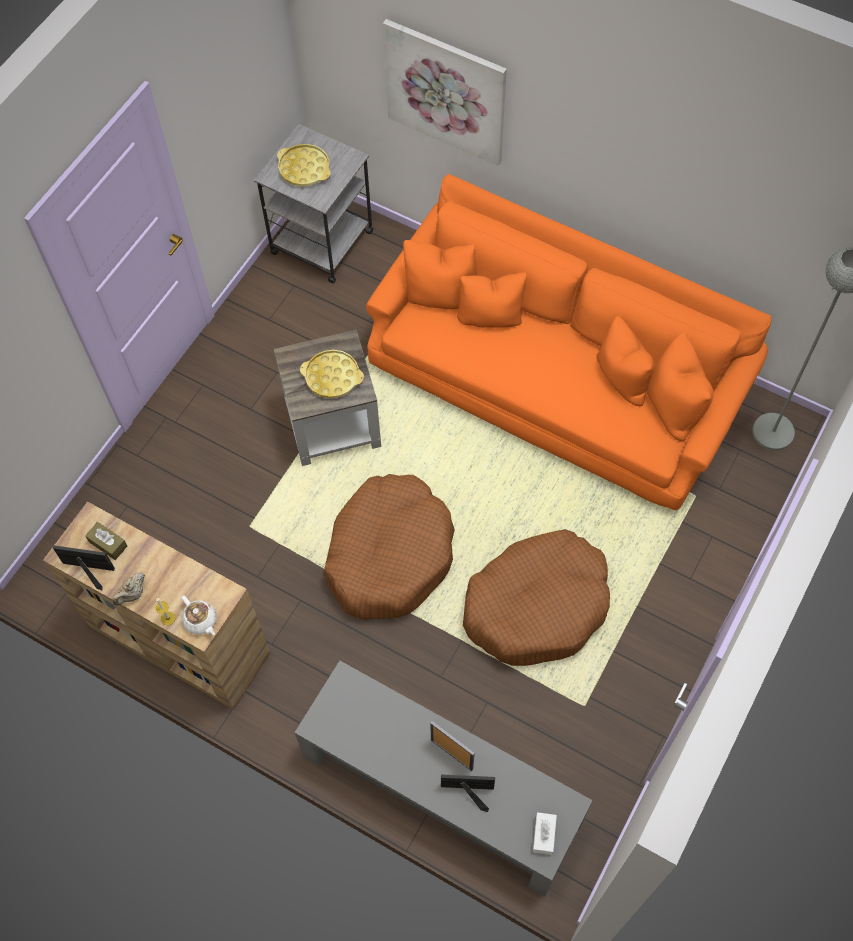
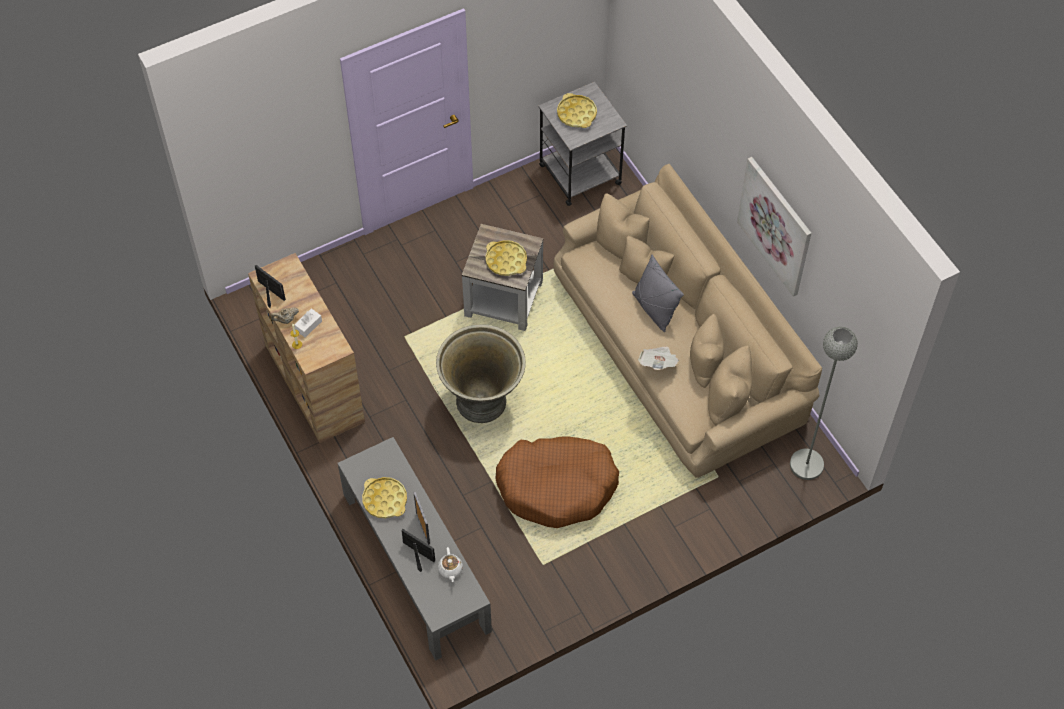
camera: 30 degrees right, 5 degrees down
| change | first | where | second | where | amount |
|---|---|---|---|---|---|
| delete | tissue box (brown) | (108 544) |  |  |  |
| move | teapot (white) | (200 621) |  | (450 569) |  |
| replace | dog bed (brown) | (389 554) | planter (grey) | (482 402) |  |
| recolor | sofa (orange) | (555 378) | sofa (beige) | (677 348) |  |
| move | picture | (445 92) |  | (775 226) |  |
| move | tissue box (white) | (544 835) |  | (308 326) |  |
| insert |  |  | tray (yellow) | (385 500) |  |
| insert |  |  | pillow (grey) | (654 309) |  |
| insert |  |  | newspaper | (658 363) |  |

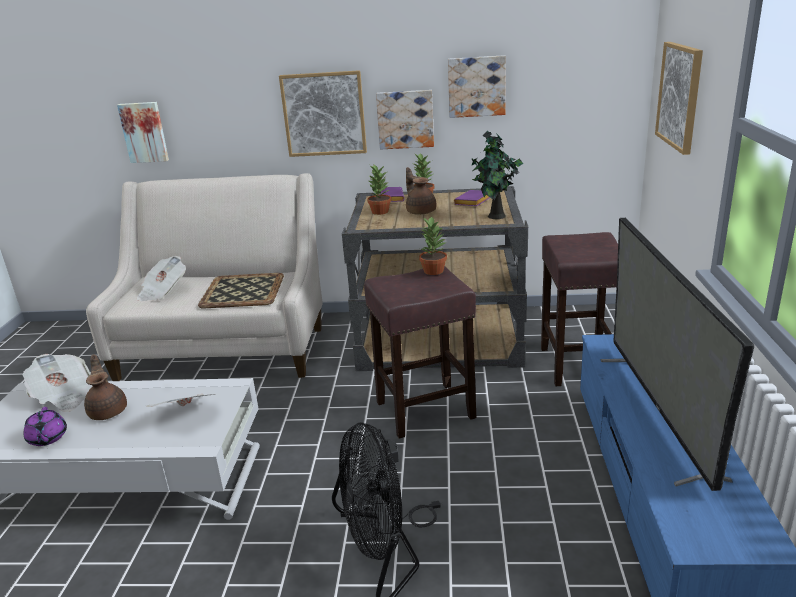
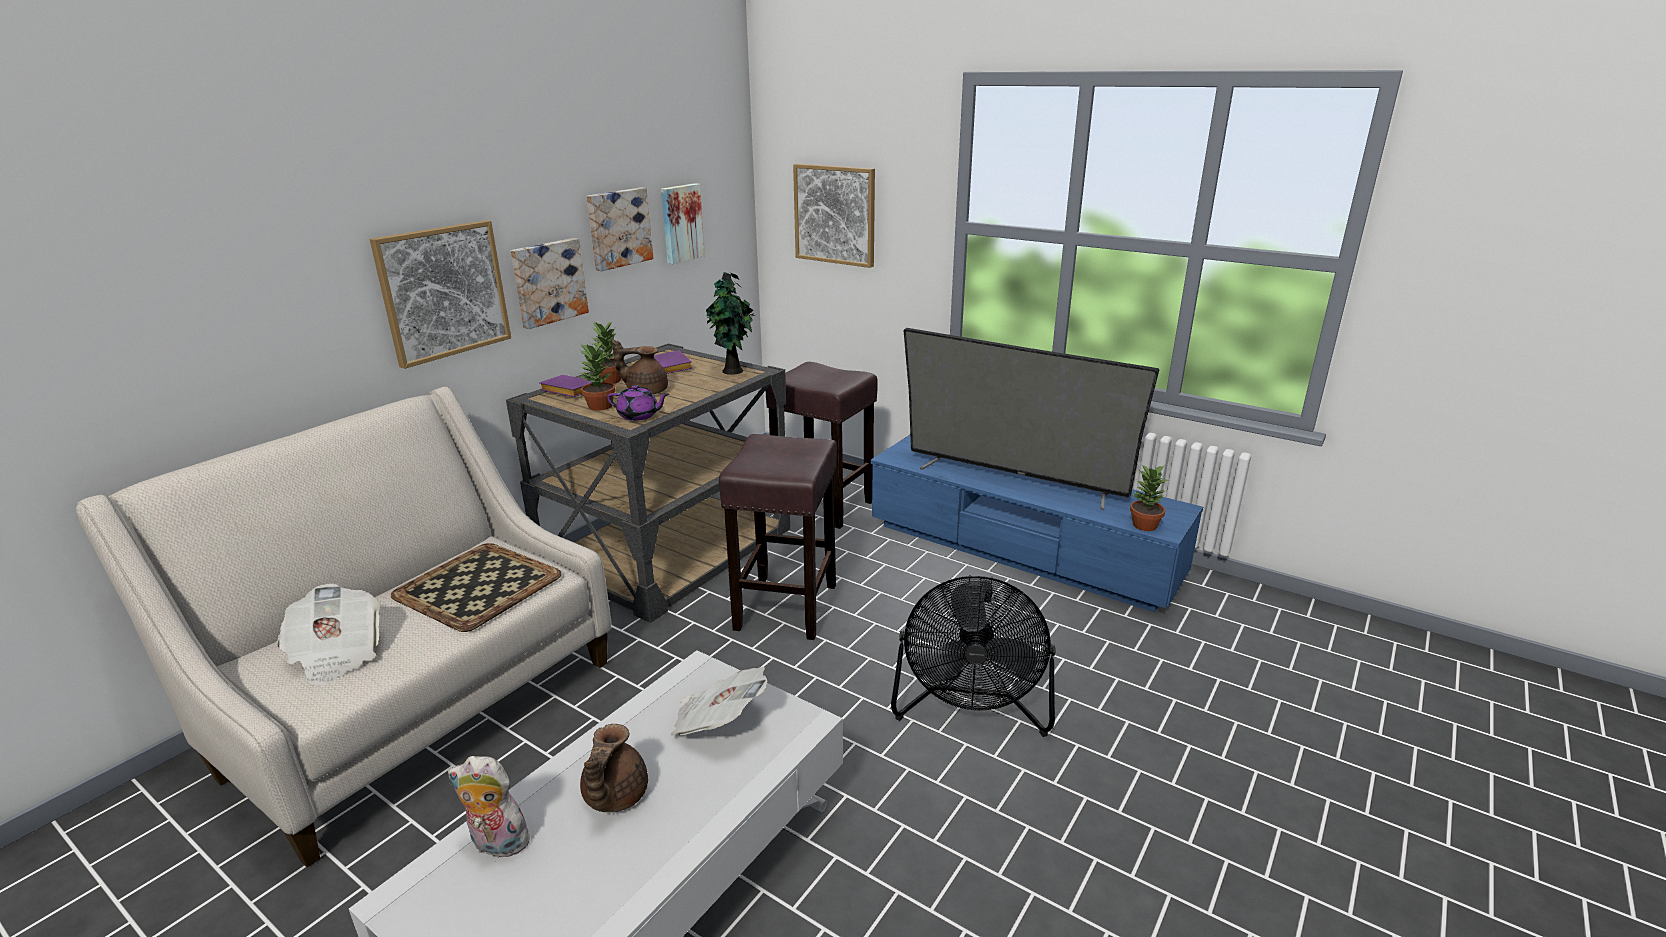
camera: 60 degrees left, 0 degrees up
| change | first | where | second | where | amount |
|---|---|---|---|---|---|
| replace | newspaper | (64 396) | plush toy | (496 844) |  |
| move | teapot (purple) | (47 438) |  | (639 416) |  |
| rotate | teapot (brown) | (108 411) |  | (614 797) | 90 degrees counterclockwise |
| move | picture | (144 132) |  | (681 223) |  |
| move | potted plant | (433 271) |  | (1144 525) |  |

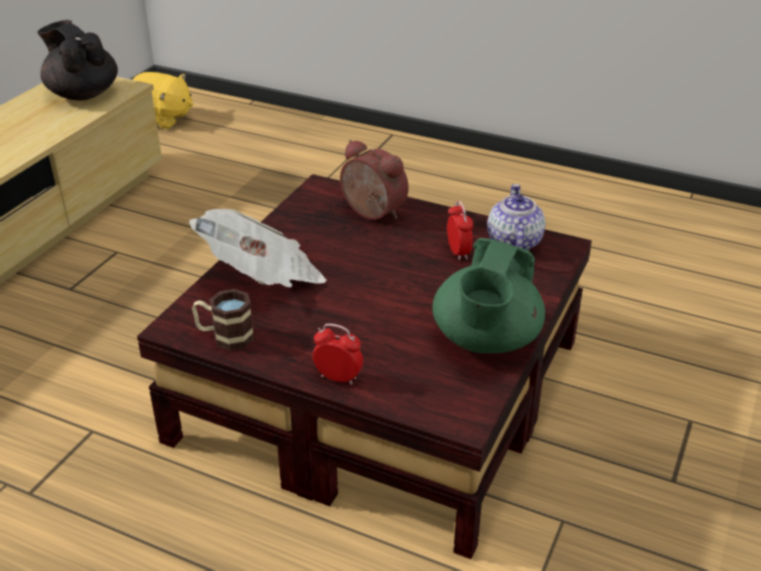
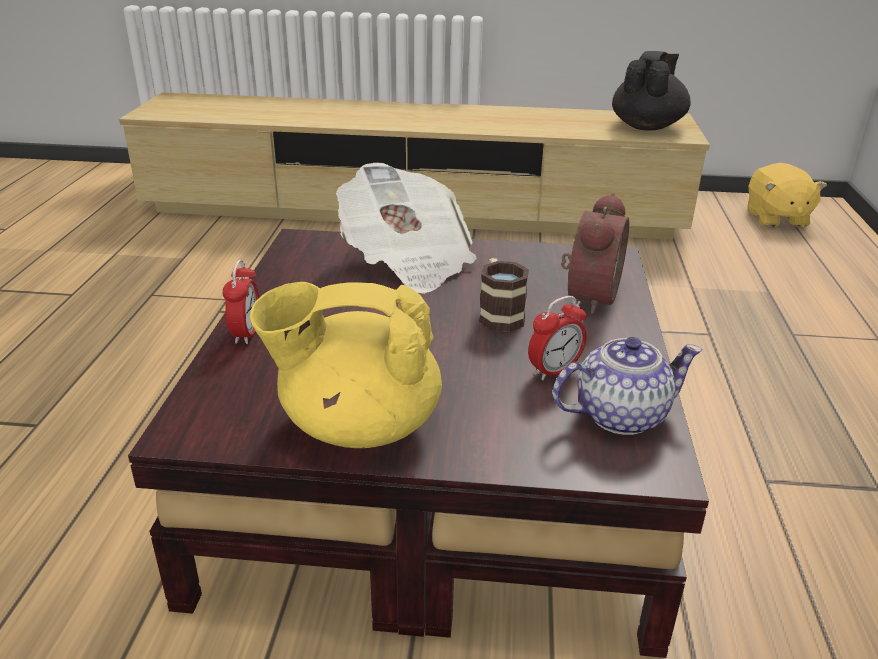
camera: 70 degrees right, 5 degrees down
| change | first | where | second | where | amount |
|---|---|---|---|---|---|
| move | mug | (225 336) |  | (498 314) |  |
| recolor | teapot (green) | (485 340) | teapot (yellow) | (357 424) |  |

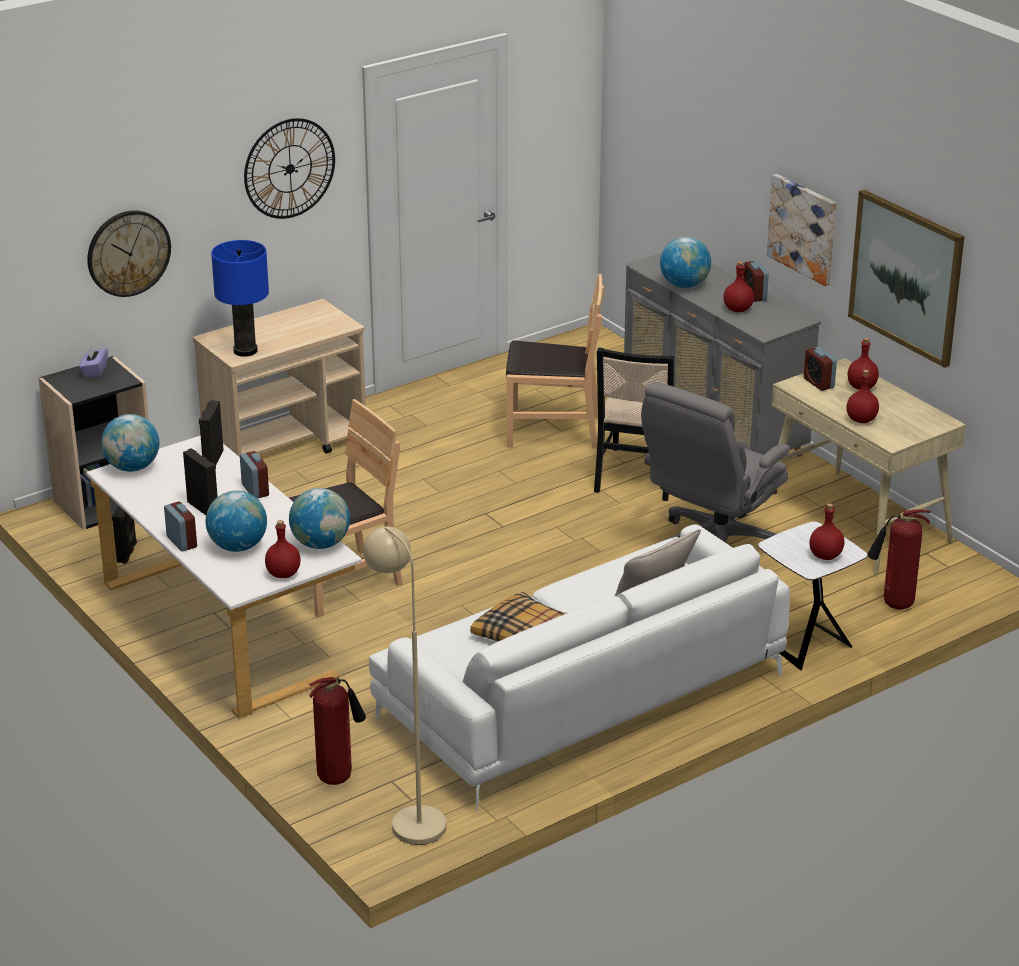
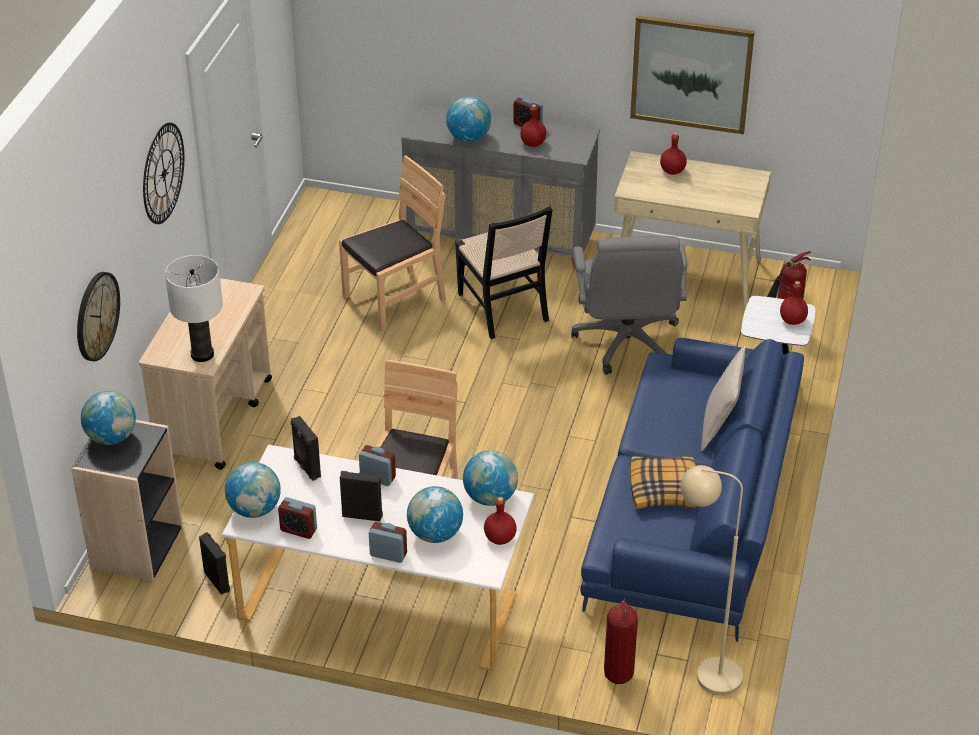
camera: 40 degrees left, 10 degrees up
| change | first | where | second | where | amount |
|---|---|---|---|---|---|
| replace | tissue box (purple) | (94 371) | globe | (111 437) |  |
| recolor | table lamp (blue) | (245 351) | table lamp (white) | (202 354) |  |
| recolor | sofa (white) | (584 699) | sofa (blue) | (693 512) |  |
| delete | picture | (803 228) |  |  |  |
| move | alarm clock | (818 383) |  | (298 530) |  |
| delete | bottle (red) | (861 419) |  |  |  |

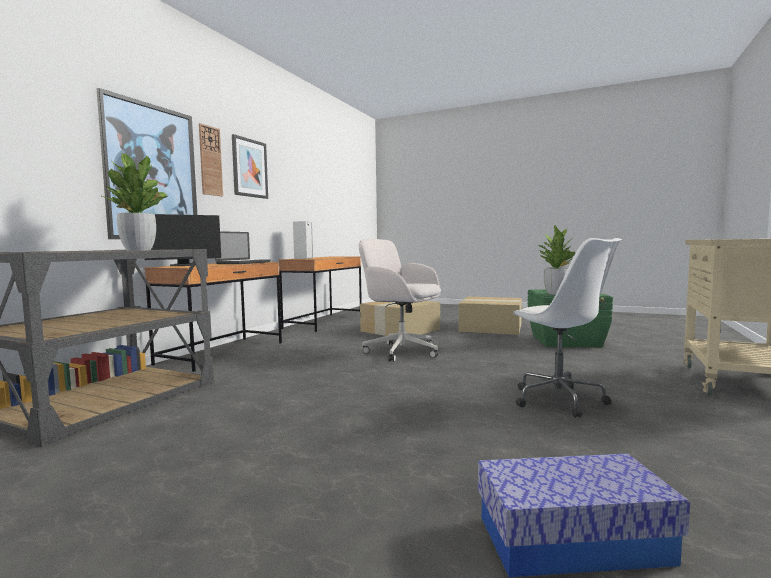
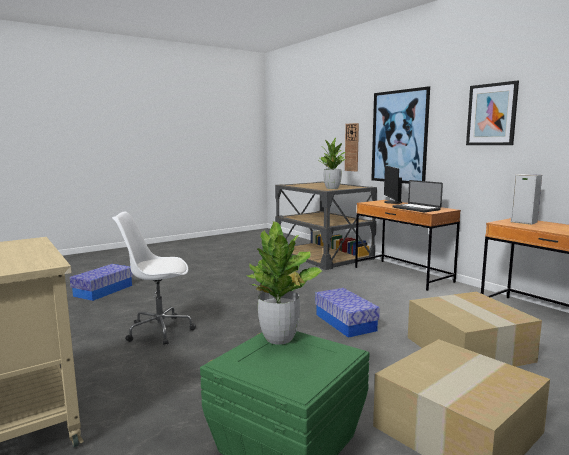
camera: 120 degrees right, 5 degrees up
| change | first | where | second | where | amount |
|---|---|---|---|---|---|
| move | wall clock | (210 161) |  | (352 147) |  |
| replace | office chair (white) | (402 352) | storage box | (345 322) |  |

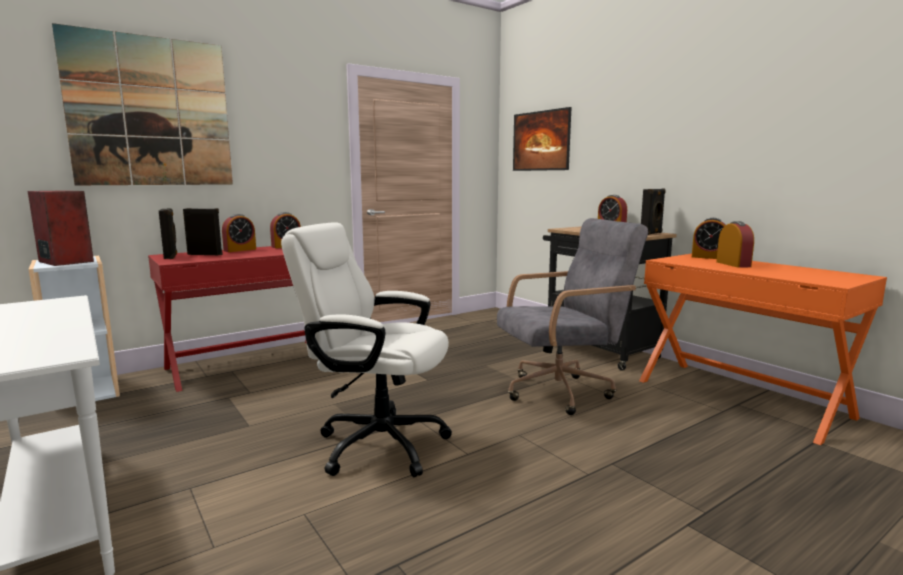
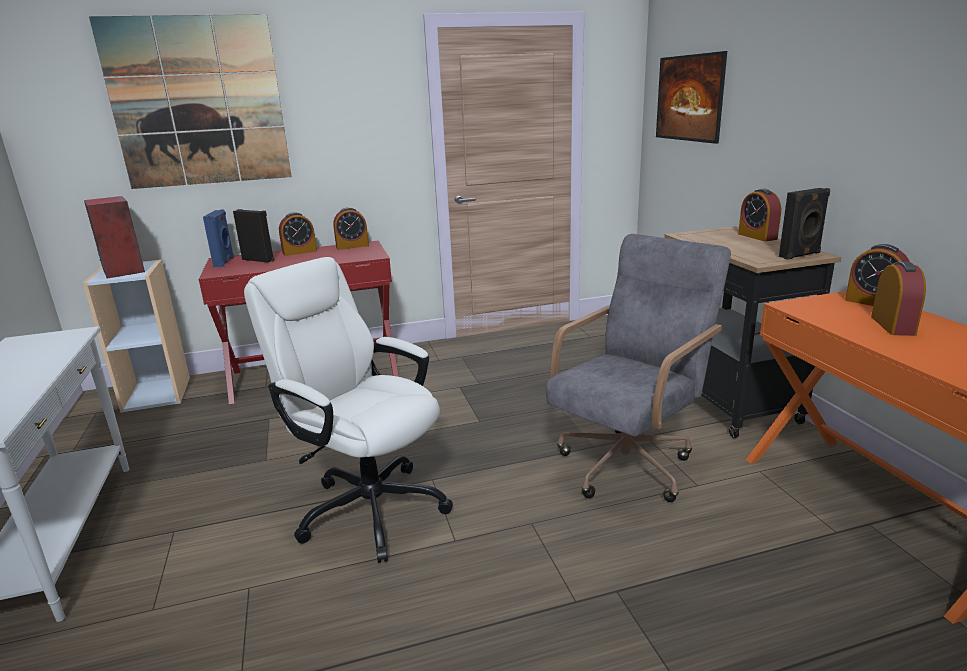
camera: 20 degrees right, 10 degrees up
| change | first | where | second | where | amount |
|---|---|---|---|---|---|
| recolor | speaker (black) | (171 256) | speaker (blue) | (225 262) |  |
| rotate | office chair (grey) | (563 392) |  | (628 464) | 45 degrees counterclockwise |

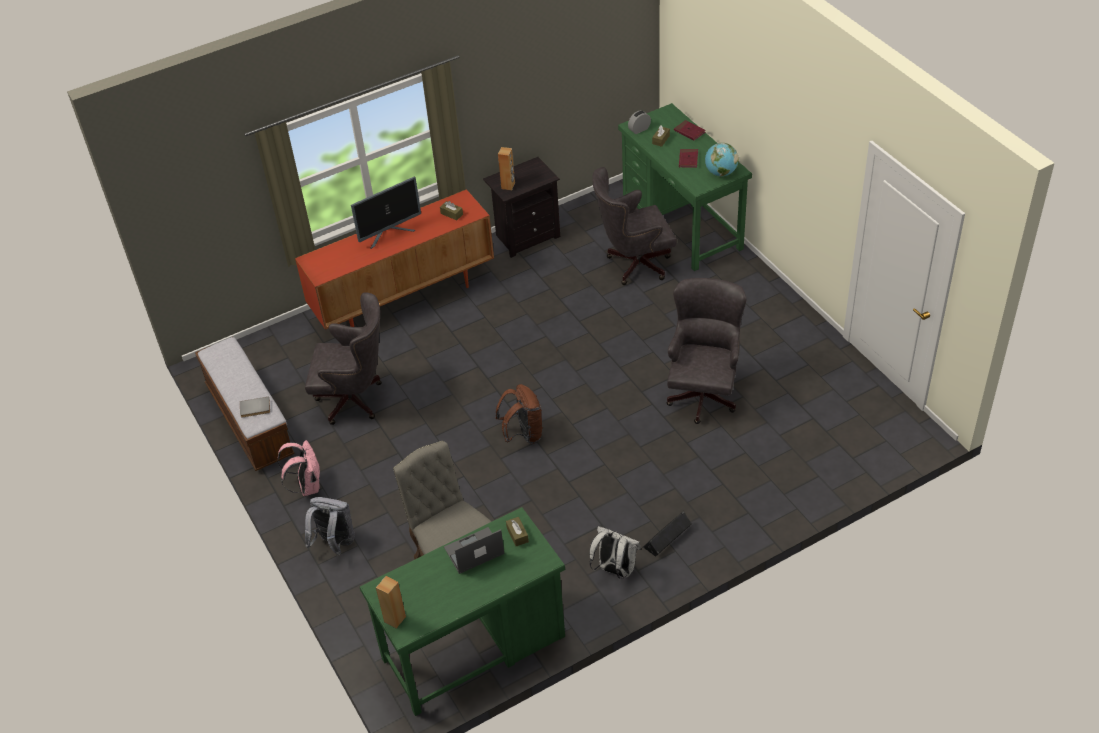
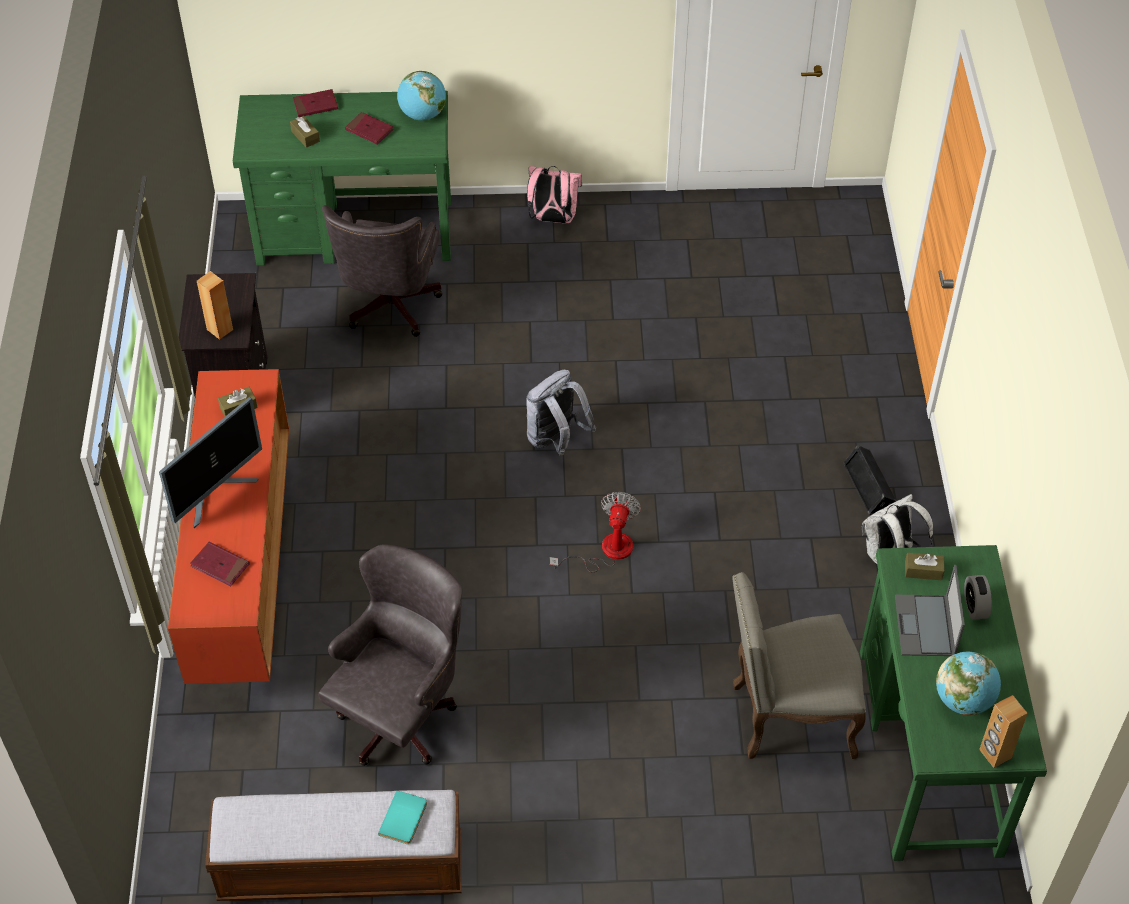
camera: 65 degrees left, 5 degrees up
| change | first | where | second | where | amount |
|---|---|---|---|---|---|
| recolor | book (grey) | (255 409) | book (turquoise) | (405 819) |  |
| move | backpack (pink) | (307 486) |  | (553 219) |  |
| move | backpack (grey) | (335 543) |  | (556 440) |  |
| rotate | monitor | (390 233) |  | (217 493) | 45 degrees clockwise |
| replace | backpack (brown) | (523 434) | fan | (606 551) |  |
| move | alarm clock | (639 129) |  | (974 606) |  |
| delete | office chair (grey) | (703 394) |  |  |  |
| insert |  |  | book (red) | (220 565) |  |
| insert |  |  | globe | (963 700) |  |

